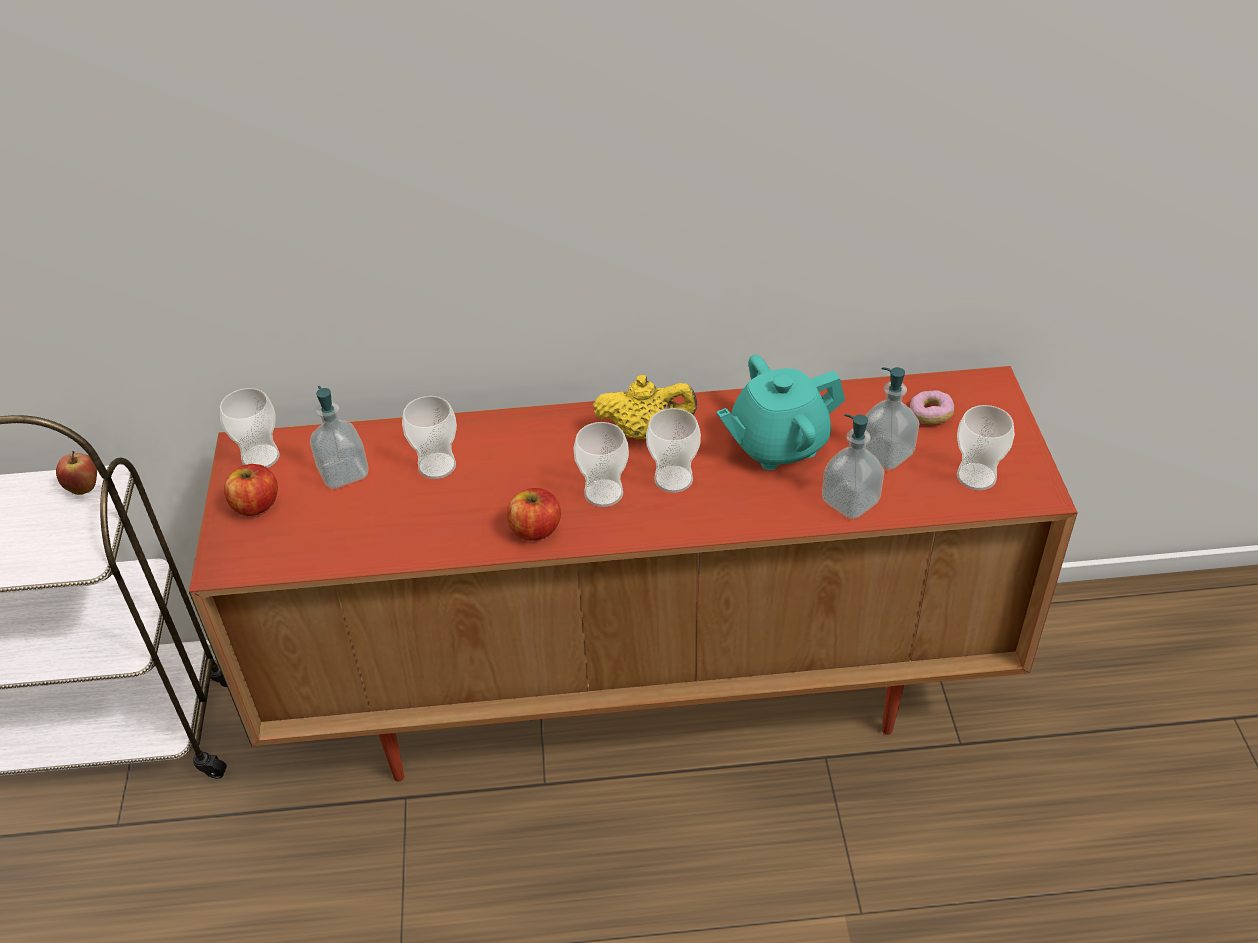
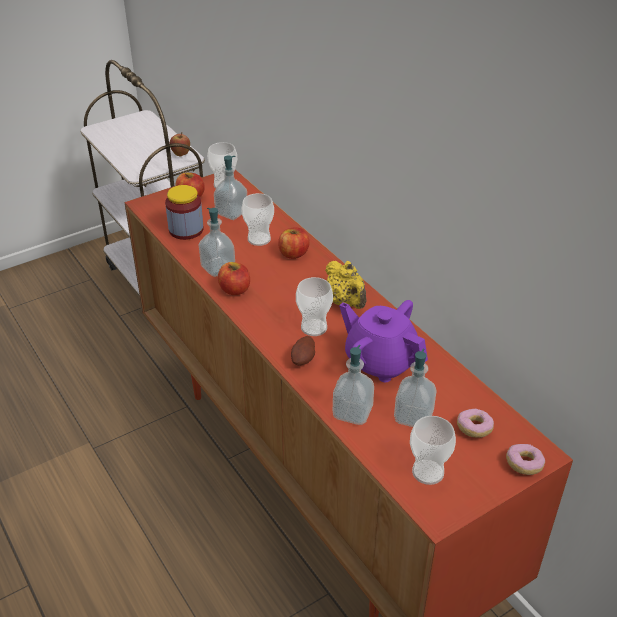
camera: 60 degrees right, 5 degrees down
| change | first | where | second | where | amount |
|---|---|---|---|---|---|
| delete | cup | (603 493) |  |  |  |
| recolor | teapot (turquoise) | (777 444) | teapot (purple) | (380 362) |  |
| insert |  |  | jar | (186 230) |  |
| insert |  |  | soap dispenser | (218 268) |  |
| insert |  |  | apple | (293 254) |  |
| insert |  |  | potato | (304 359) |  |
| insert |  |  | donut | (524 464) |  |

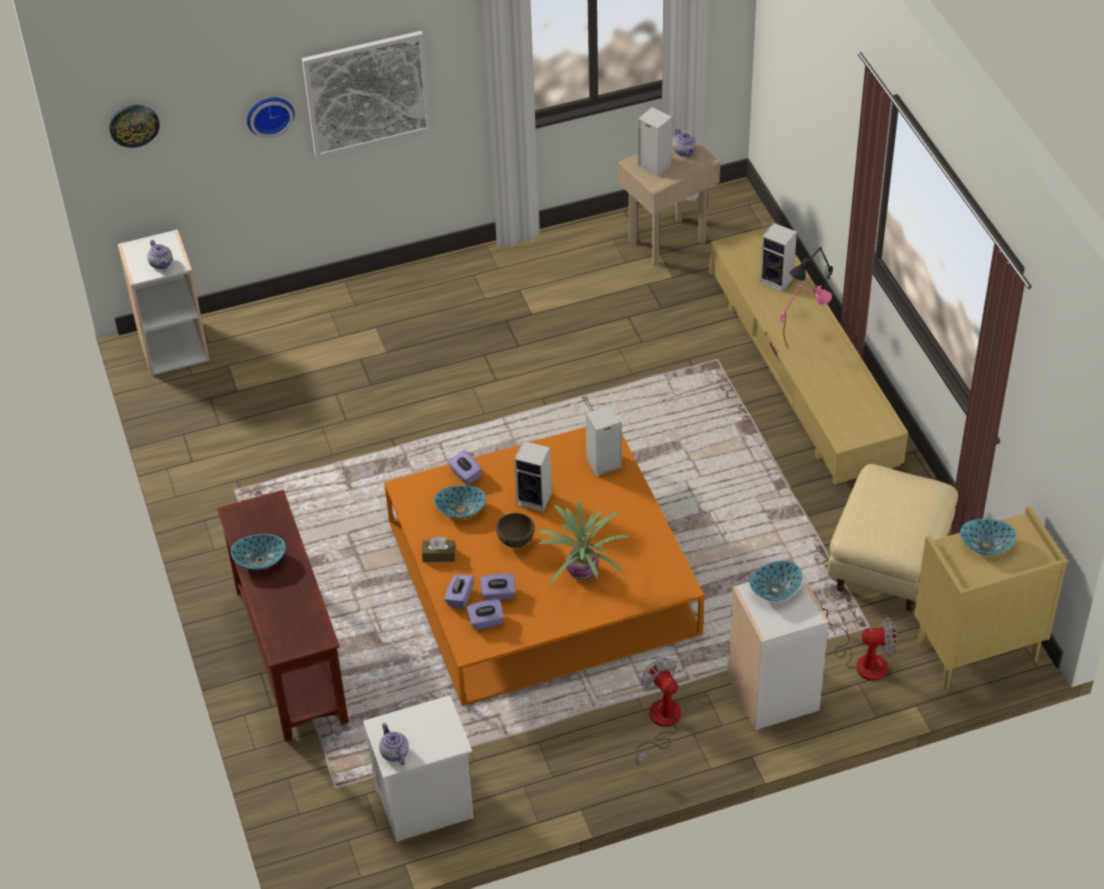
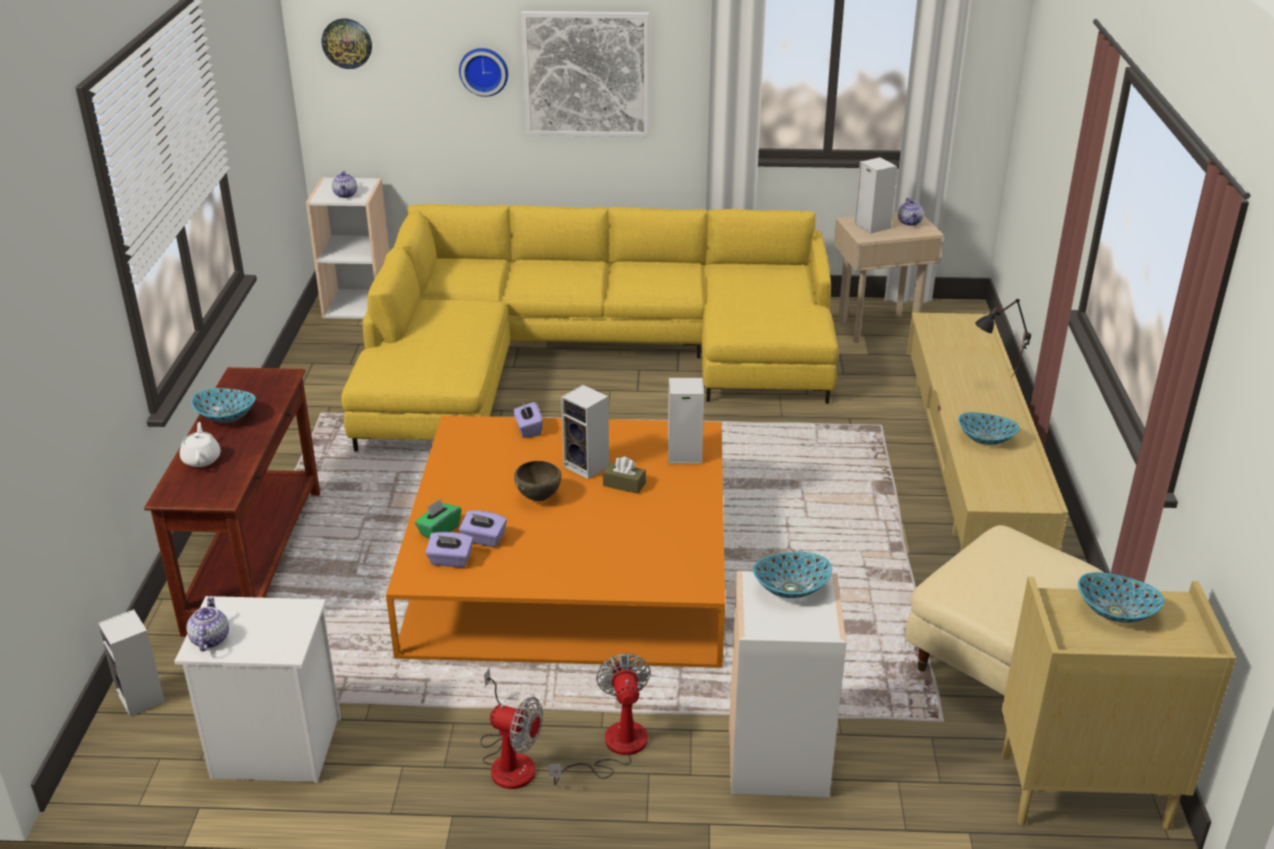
camera: 20 degrees right, 15 degrees down
| change | first | where | second | where | amount |
|---|---|---|---|---|---|
| move | tissue box (brown) | (439 555) |  | (624 484) |  |
| move | bowl | (461 510) |  | (986 440) |  |
| recolor | tissue box (purple) | (459 597) | tissue box (green) | (439 530) |  |
| delete | potted plant | (580 573) |  |  |  |
| move | speaker | (778 280) |  | (142 699) |  |
| delete | table lamp (pink) | (802 341) |  |  |  |
| move | fan | (863 660) |  | (509 759) |  |
| insert |  |  | teapot (white) | (202 459) |  |
| insert |  |  | sofa (yellow) | (584 355) |  |

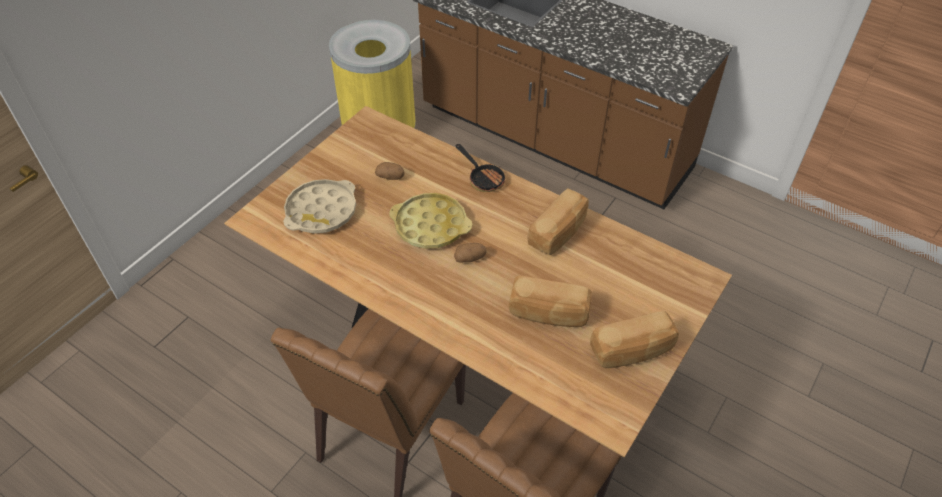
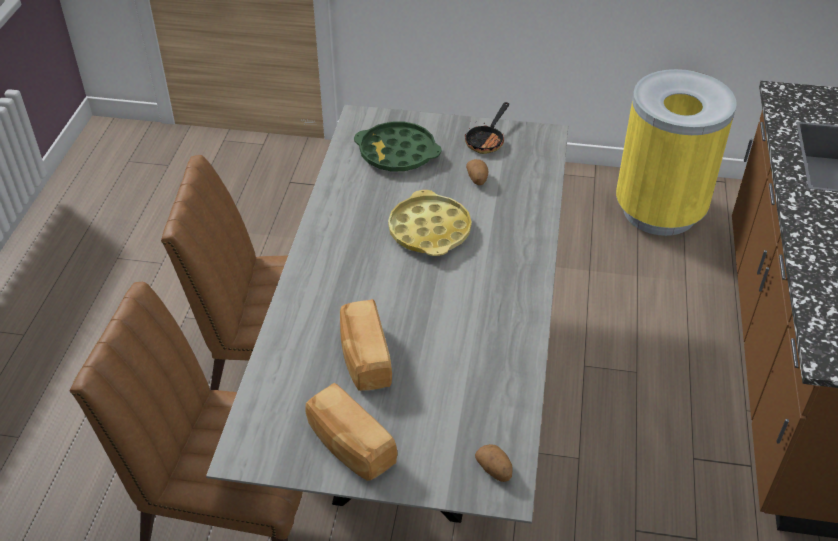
camera: 65 degrees right, 5 degrees down
| change | first | where | second | where | amount |
|---|---|---|---|---|---|
| recolor | dining table (brown) | (470 346) | dining table (grey) | (418 400) |  |
| recolor | tray (beige) | (321 211) | tray (green) | (397 153) |  |
| move | potato | (470 258) |  | (495 470) |  |
| move | frying pan | (483 178) |  | (487 140) |  |
| delete | bread | (559 233) |  |  |  |

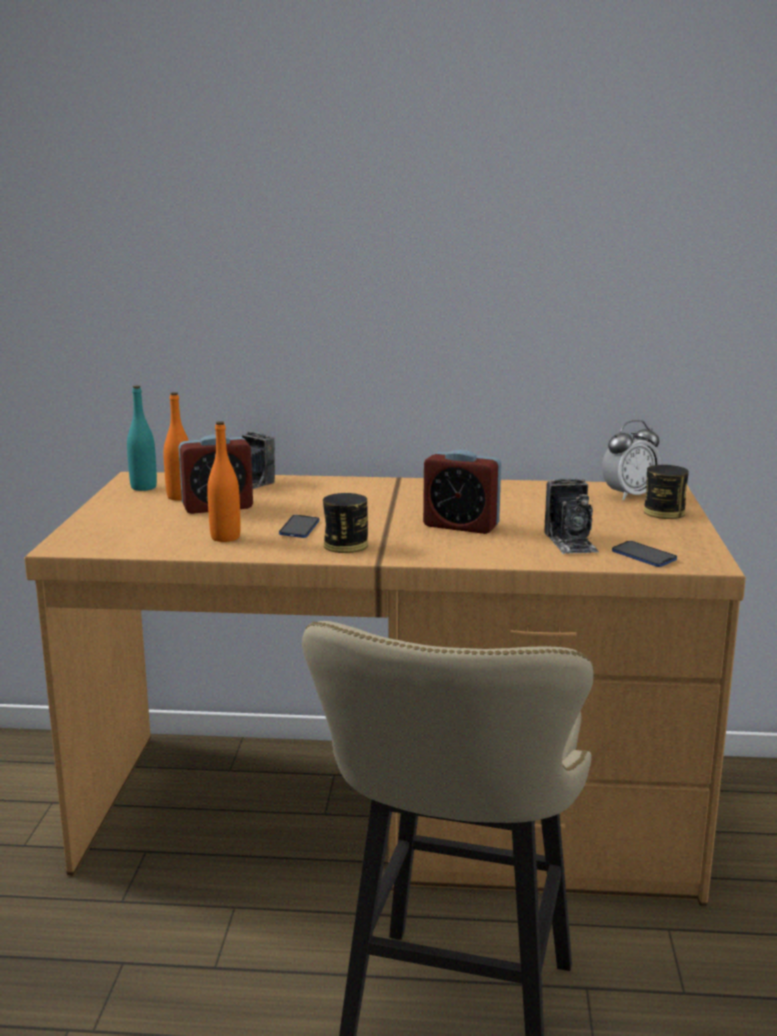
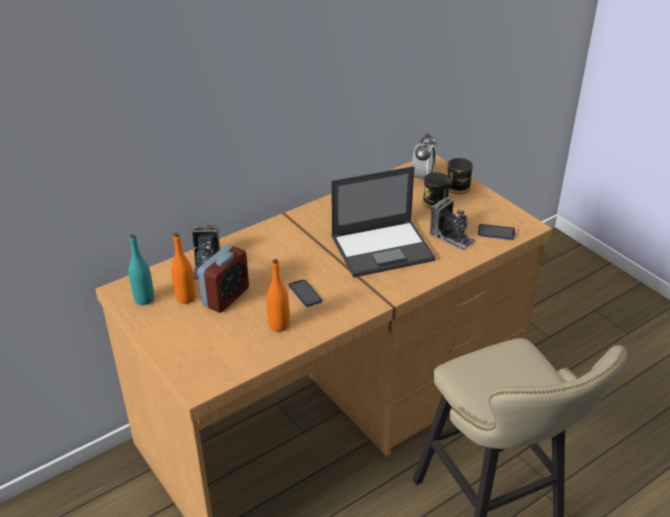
camera: 40 degrees left, 20 degrees up
| change | first | where | second | where | amount |
|---|---|---|---|---|---|
| move | can | (345 545) |  | (435 202) |  |
| replace | alarm clock | (461 526) | laptop | (383 248) |  |

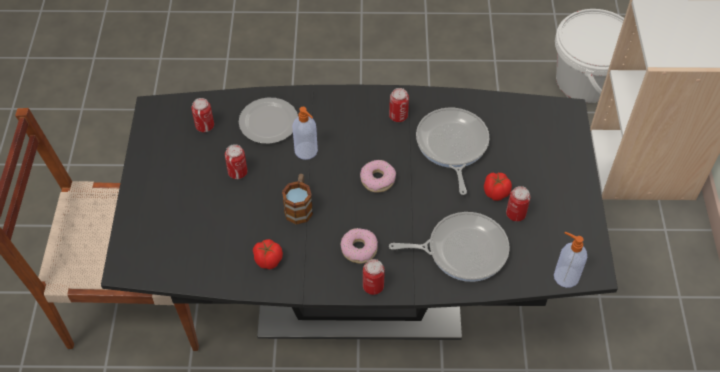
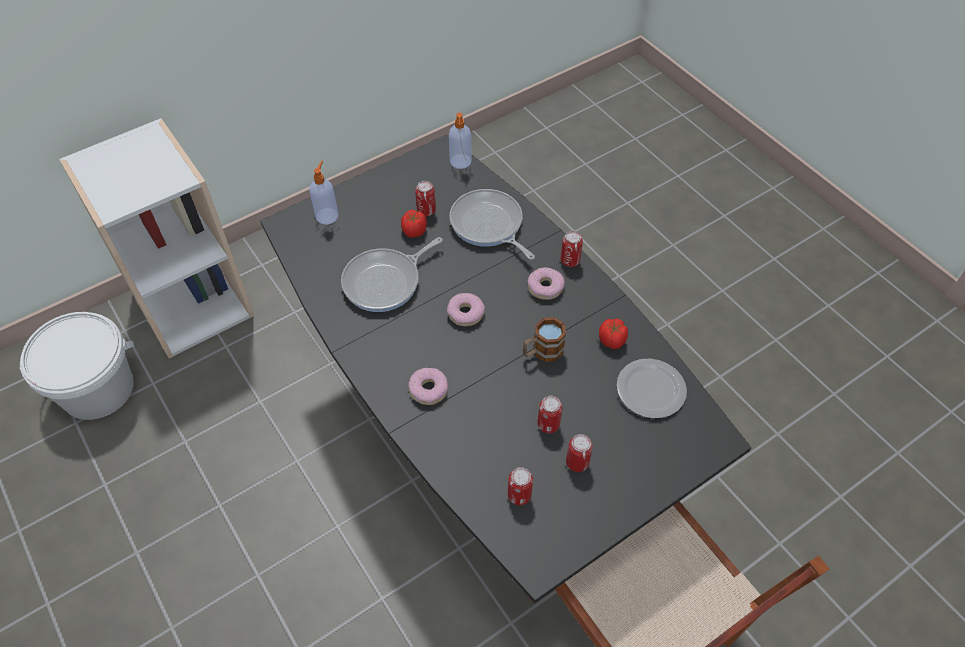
camera: 125 degrees left, 0 degrees up
| change | first | where | second | where | amount |
|---|---|---|---|---|---|
| move | plate | (269 121) |  | (649 390) |  |
| move | soap dispenser | (306 151) |  | (327 215) |  |
| move | can | (398 116) |  | (577 462) |  |
| insert |  |  | donut | (428 389) |  |

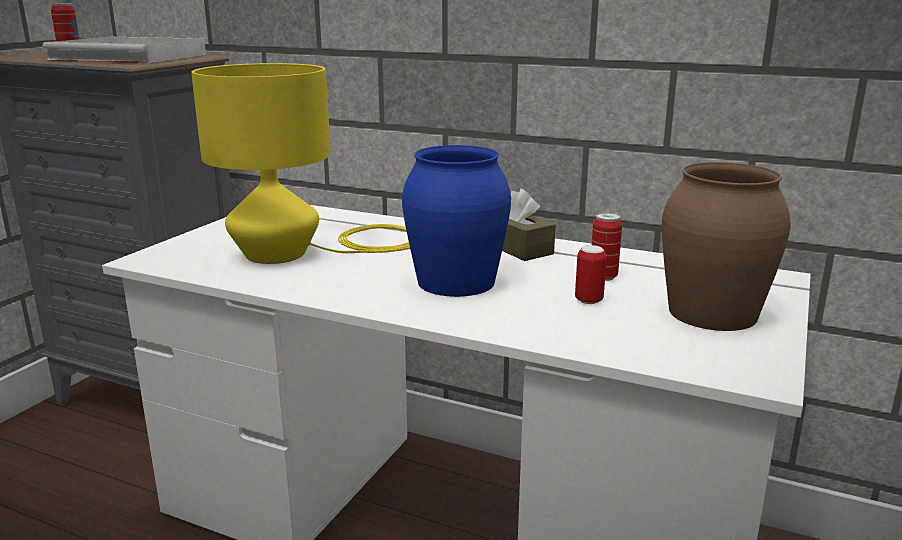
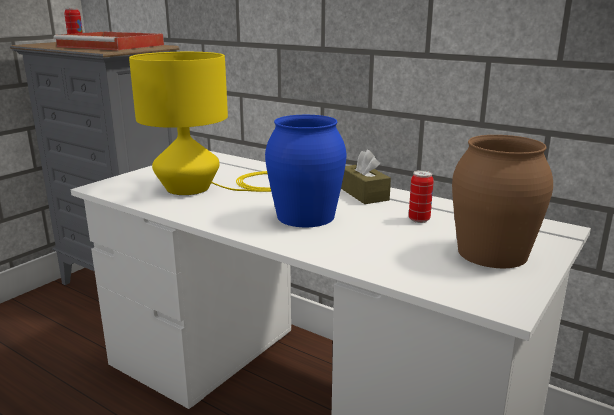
camera: 10 degrees right, 0 degrees up
| change | first | where | second | where | amount |
|---|---|---|---|---|---|
| recolor | tray (white) | (132 57) | tray (red) | (113 46) |  |
| delete | can | (588 300) |  |  |  |

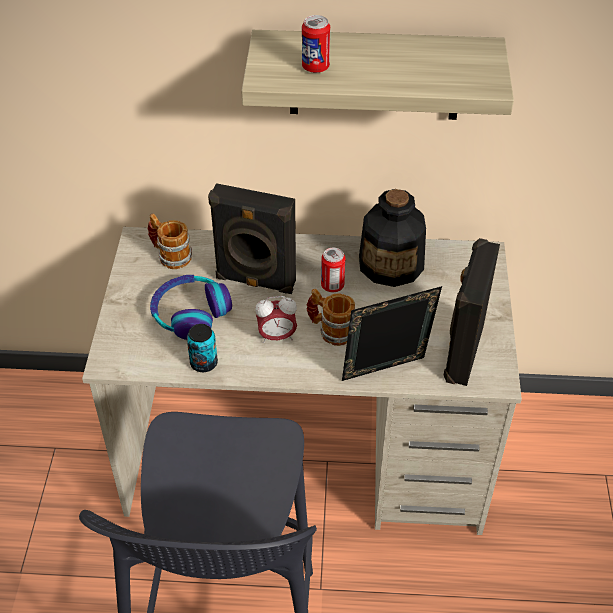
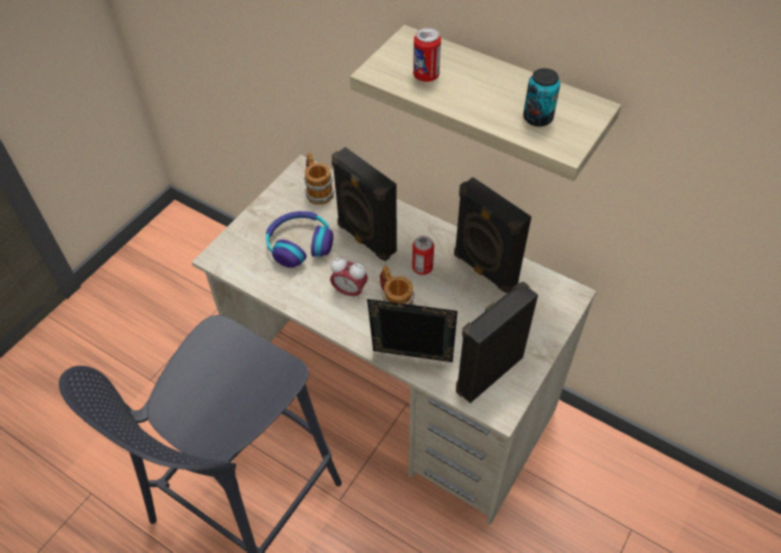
camera: 30 degrees right, 5 degrees up
| change | first | where | second | where | amount |
|---|---|---|---|---|---|
| move | can | (204 363) |  | (537 118) |  |
| replace | bottle | (391 264) | speaker (black) | (483 270) |  |

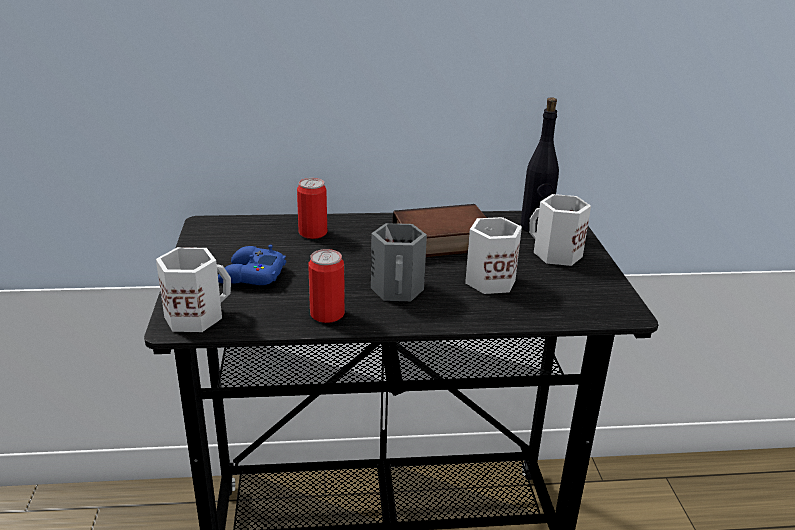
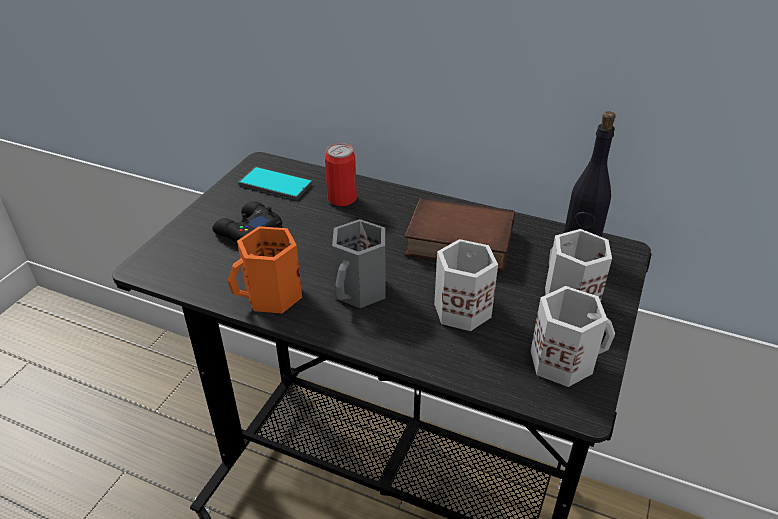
camera: 30 degrees right, 10 degrees up
| change | first | where | second | where | amount |
|---|---|---|---|---|---|
| move | mug (white) | (195 316) |  | (563 360) |  |
| recolor | game controller (blue) | (251 275) | game controller (black) | (248 231) |  |
| replace | can | (327 314) | mug (orange) | (272 297) |  |
| insert |  |  | phone | (275 184) |  |

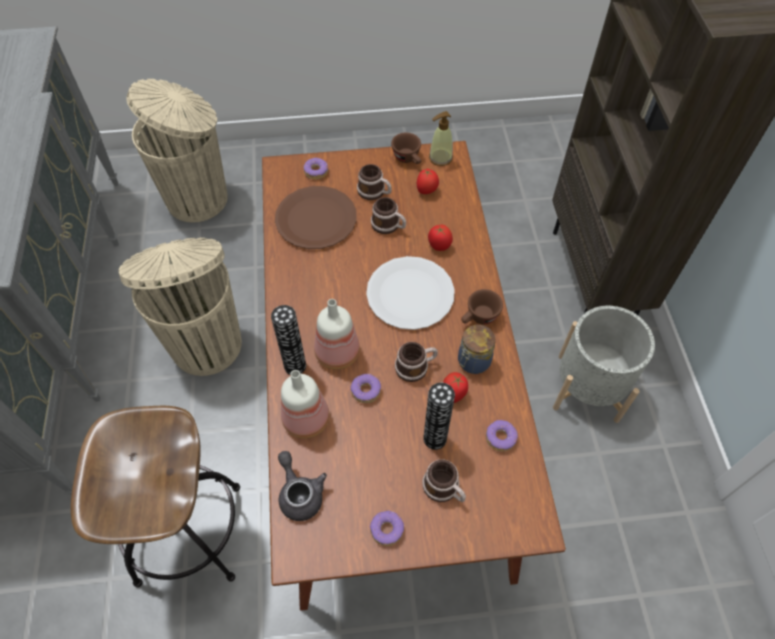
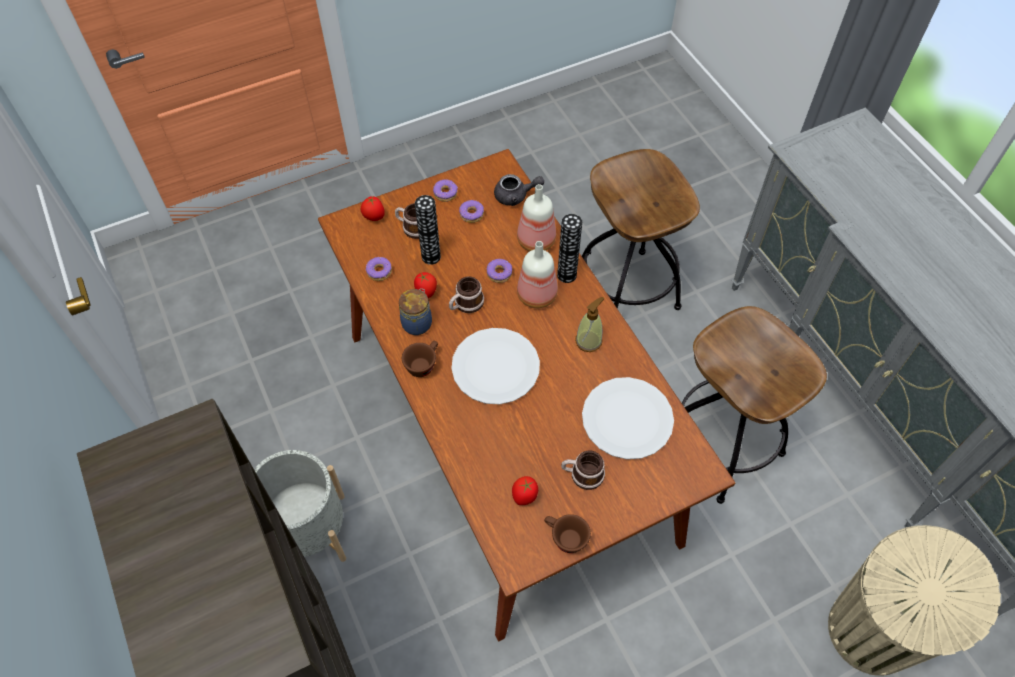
camera: 160 degrees right, 0 degrees up
| change | first | where | second | where | amount |
|---|---|---|---|---|---|
| replace | trash can (beige) | (206 343) | stool (brown) | (722 446) |  |
| recolor | plate (brown) | (315 219) | plate (white) | (627 419) |  |
| rotate | teapot (grey) | (300 493) |  | (515 196) | 45 degrees counterclockwise |
| move | donut | (316 172) |  | (472 214) |  |
| delete | mug | (389 226) |  |  |  |
| move | tomato | (439 246) |  | (374 217) |  |
| move | soap dispenser | (440 158) |  | (588 341) |  |

